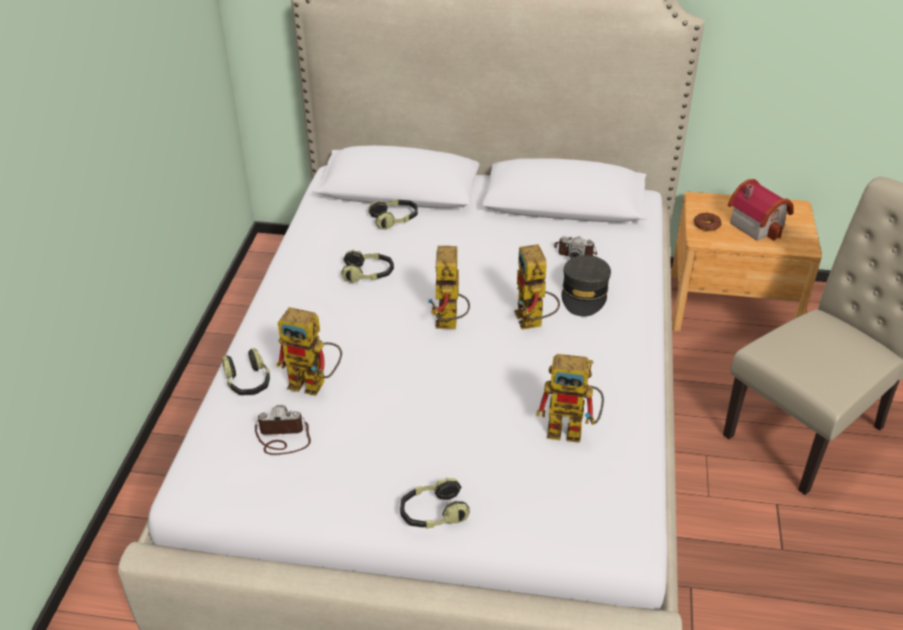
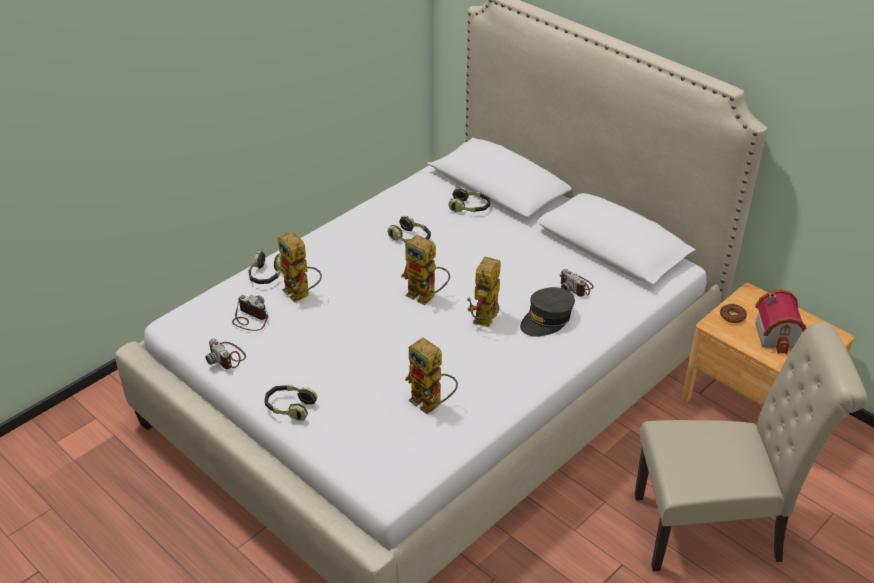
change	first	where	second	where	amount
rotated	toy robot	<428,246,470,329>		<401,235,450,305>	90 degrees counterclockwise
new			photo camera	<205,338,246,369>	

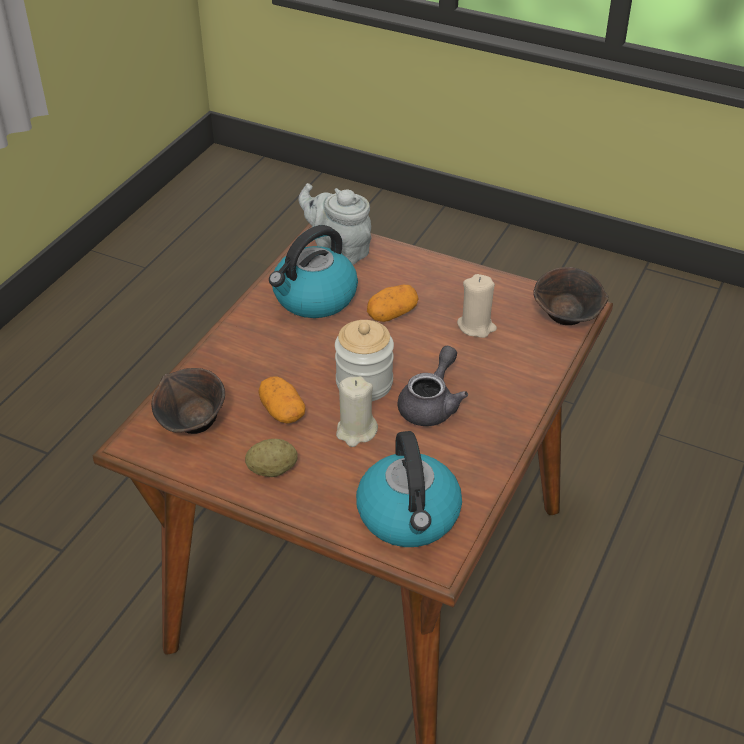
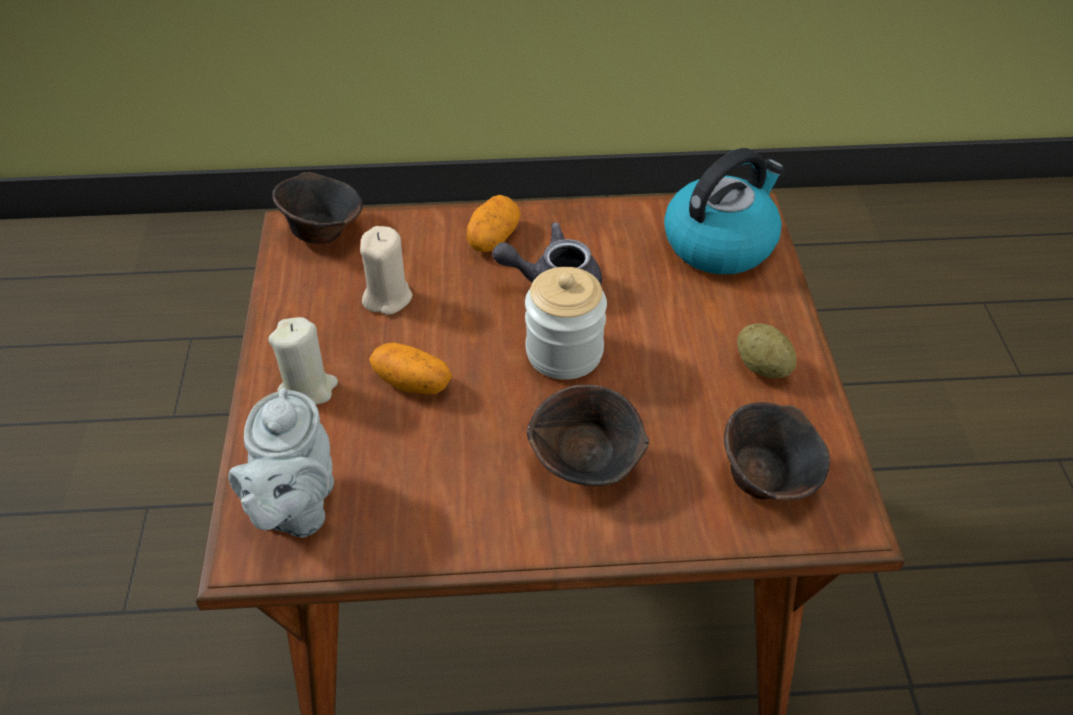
change	first	where	second	where	amount
shifted	potato	<258,376,305,424>		<467,195,521,252>	
gone	kettle	<269,225,358,318>			
shifted	beige candle	<336,376,378,447>		<268,317,338,405>	
new			brown bowl	<527,385,649,486>	

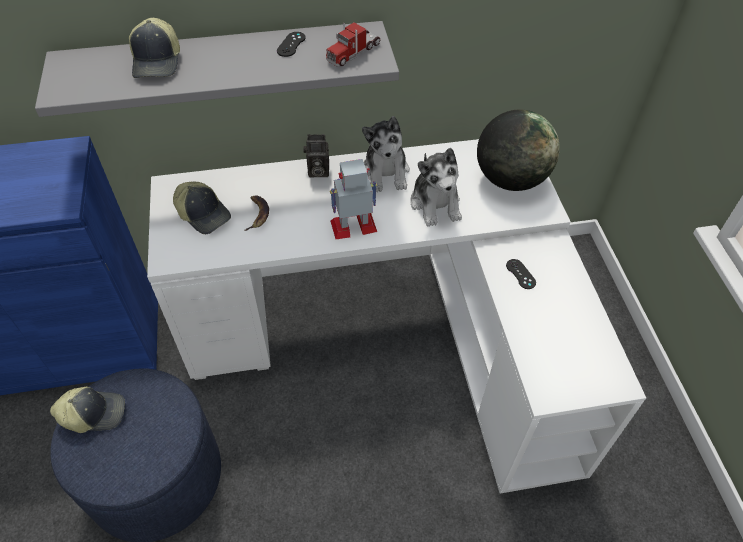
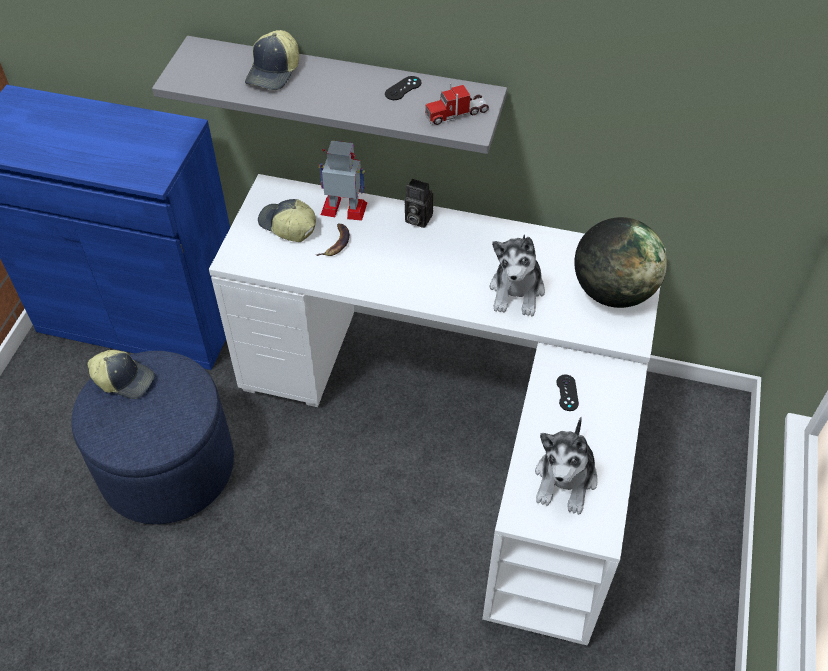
change	first	where	second	where	amount
rotated	cap	<173,182,231,234>		<258,199,316,242>	150 degrees clockwise
shifted	toy robot	<330,159,377,239>		<318,140,367,221>	
shifted	plush toy	<362,116,410,192>		<535,417,598,515>	

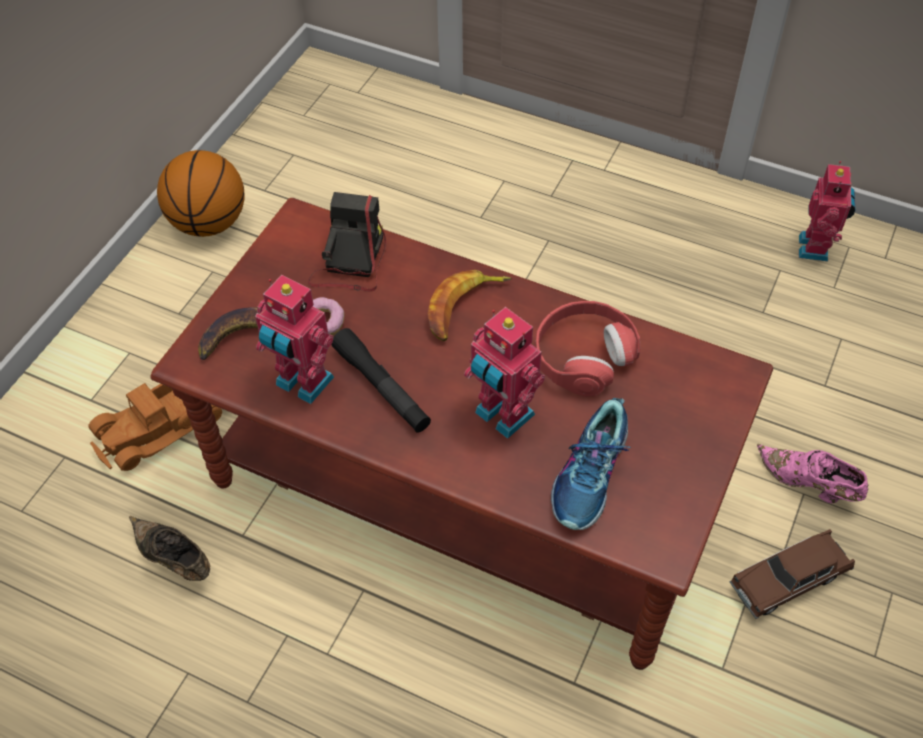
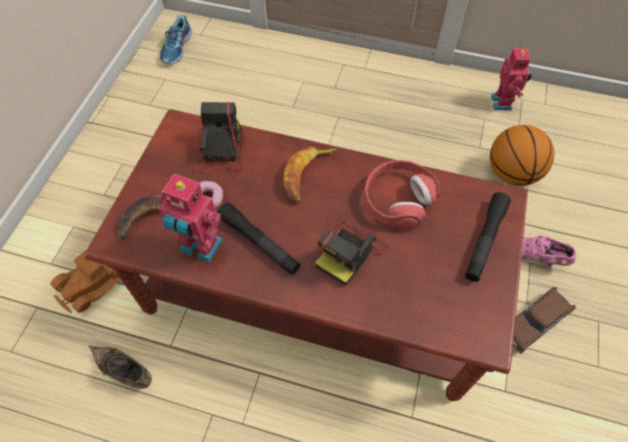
change	first	where	second	where	amount
shifted	basketball	<157,150,245,237>		<490,125,555,186>	
swapped	toy robot	<464,307,545,439>	photo camera	<315,222,389,286>	
shifted	shoe	<551,398,631,530>		<160,15,192,64>	
new			black flashlight	<465,192,511,282>	

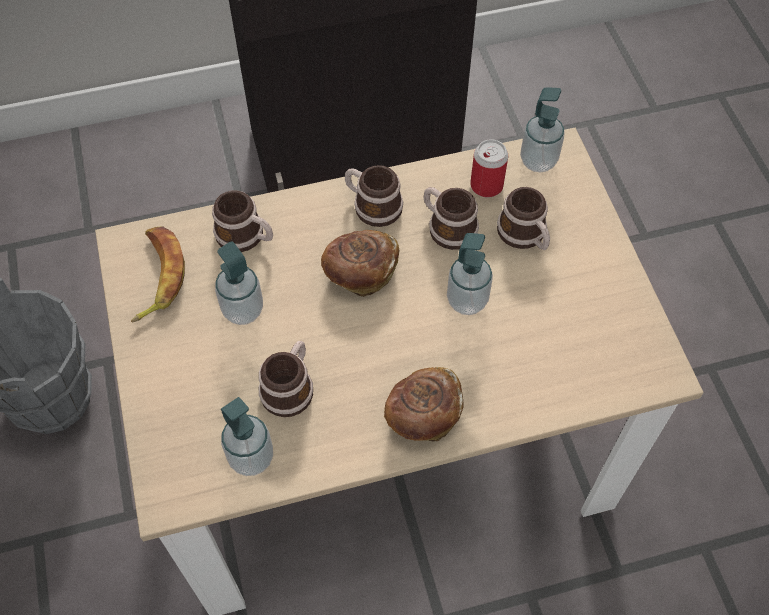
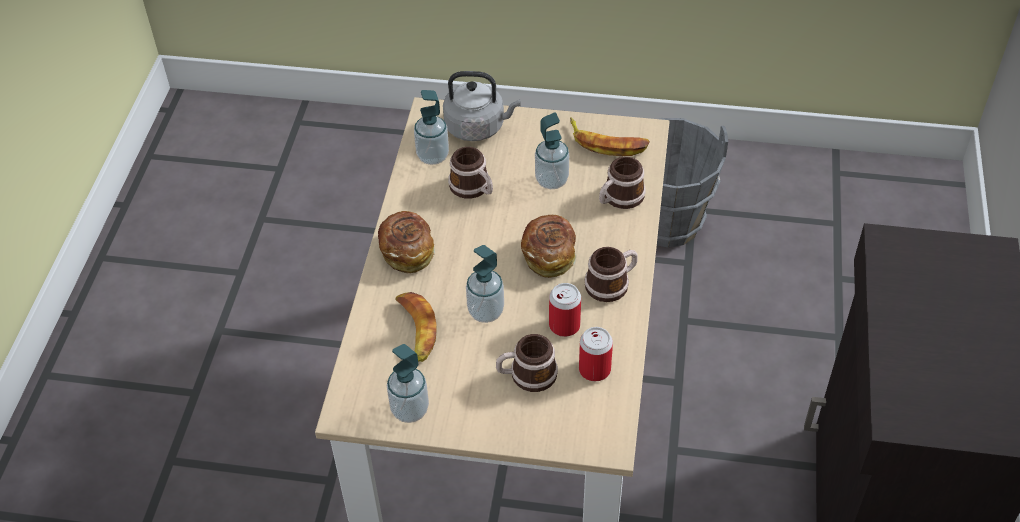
change	first	where	second	where	amount
swapped	mug	<424,187,479,250>	can	<549,283,581,337>	
shifted	soap dispenser	<520,87,565,172>		<387,344,429,423>	
new			banana	<396,292,437,362>	
new			grey kettle	<443,71,521,141>	

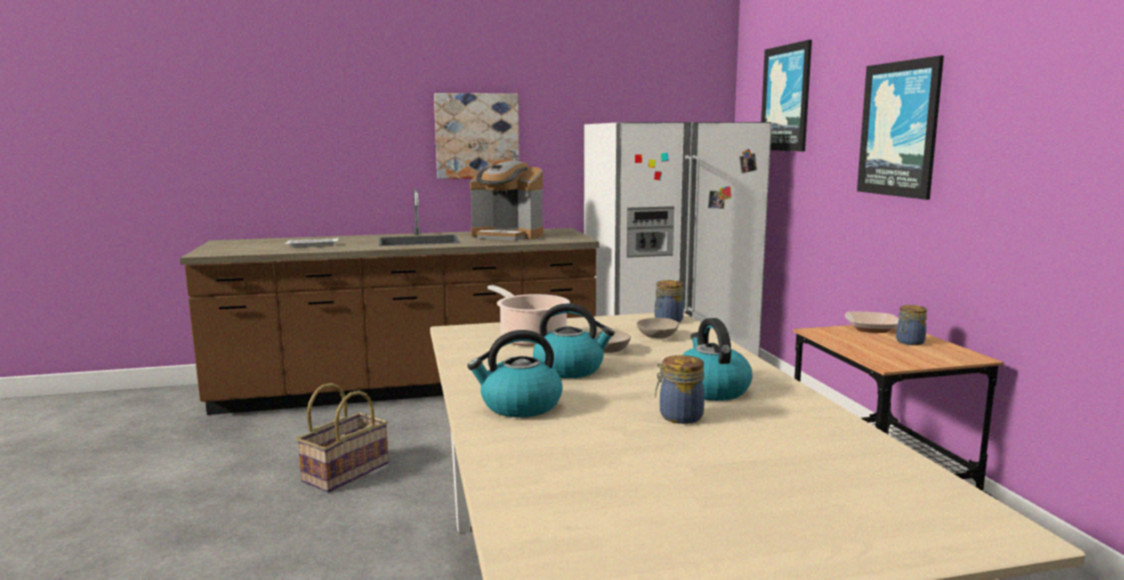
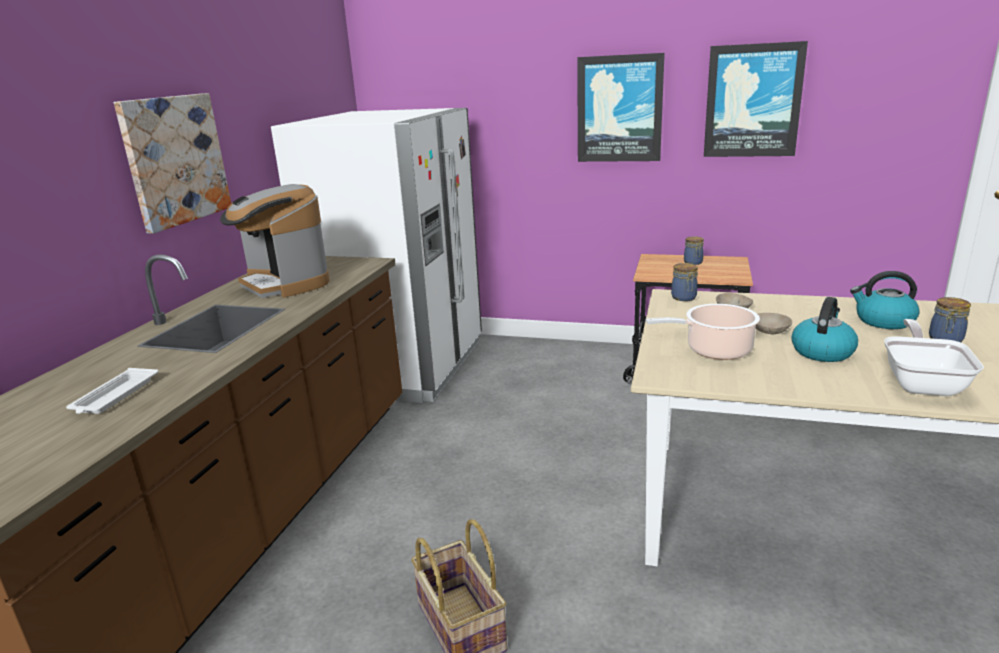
change	first	where	second	where	amount
swapped	kettle	<467,330,563,417>	frying pan	<884,319,984,396>	
rotated	coffee machine	<470,161,543,240>		<220,184,330,298>	90 degrees clockwise
shifted	picture	<761,40,812,152>		<704,41,808,157>	
gone	bowl	<845,312,899,333>			

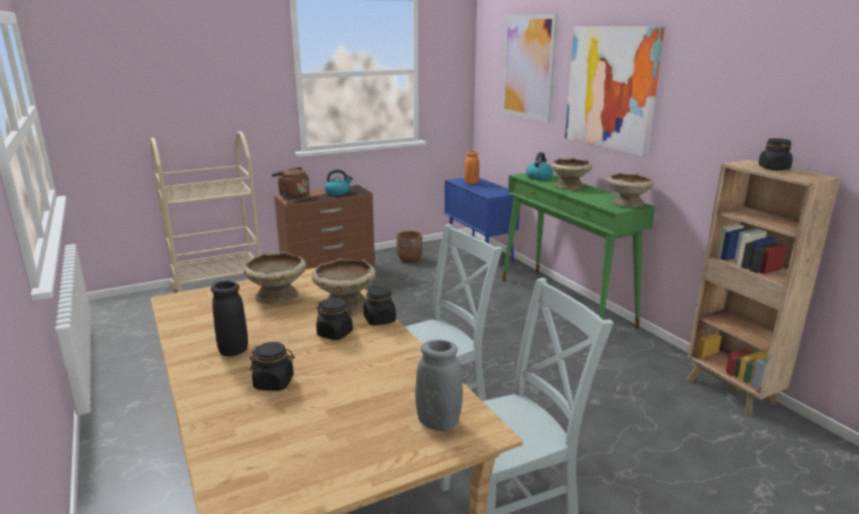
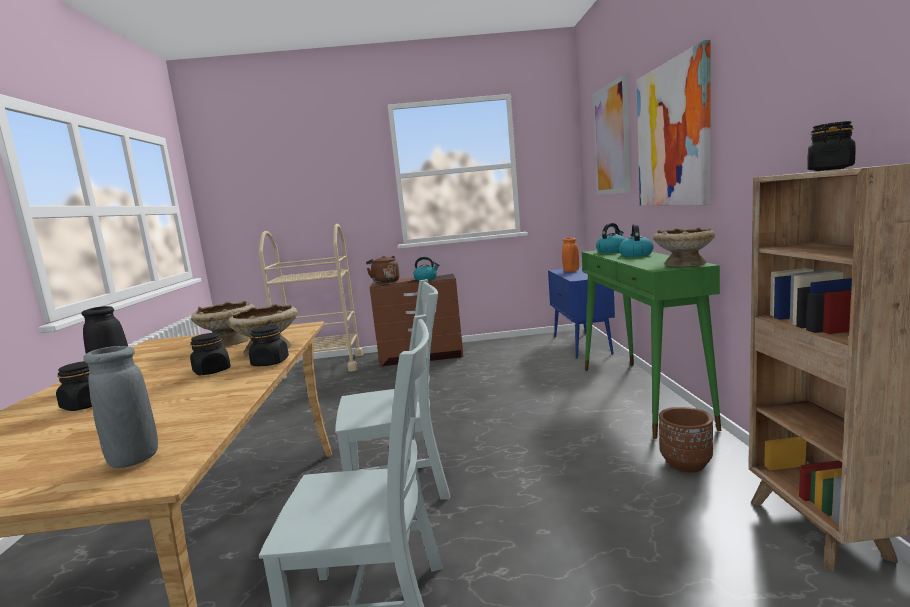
change	first	where	second	where	amount
shifted	brown planter	<397,231,422,263>		<659,407,713,472>	
swapped	beige bowl	<550,158,592,189>	kettle	<619,224,653,257>	

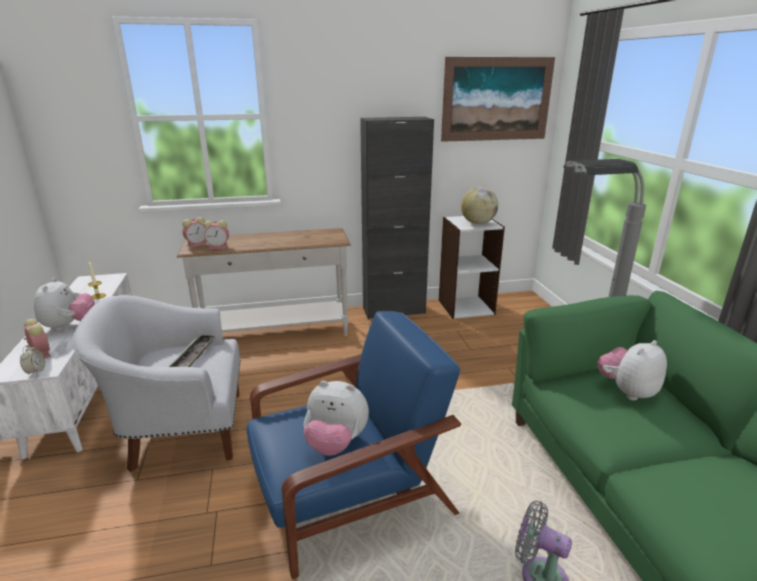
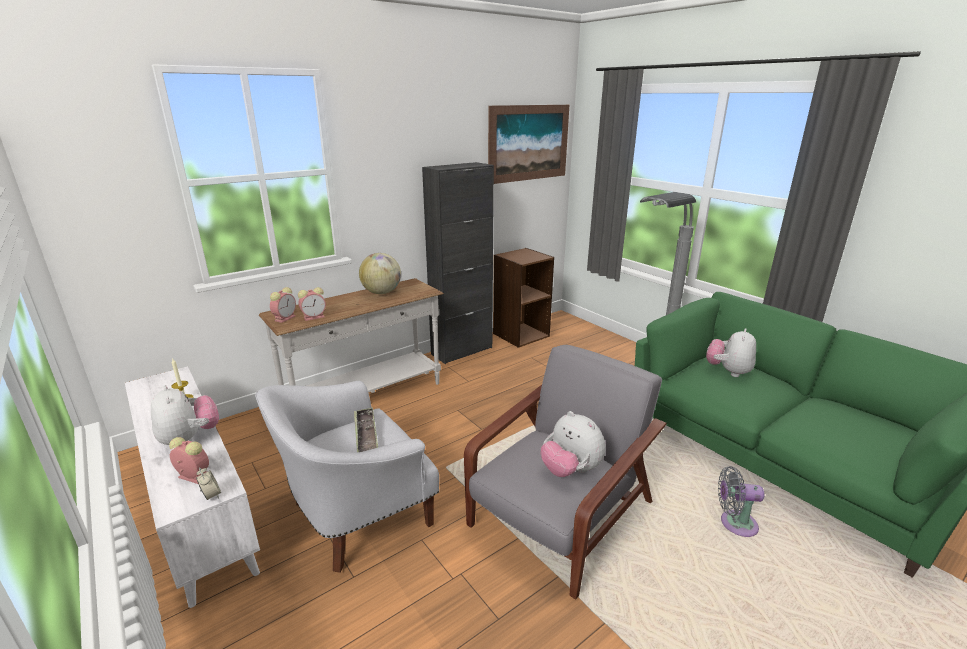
change	first	where	second	where	amount
repainted	blue armchair	<247,311,461,579>	grey armchair	<464,345,667,600>	
rotated	plush toy	<304,381,369,456>		<541,411,606,477>	60 degrees clockwise
repainted	white bookcase	<439,216,505,319>	brown bookcase	<493,248,554,348>	
shifted	globe	<461,187,498,224>		<359,253,401,294>	

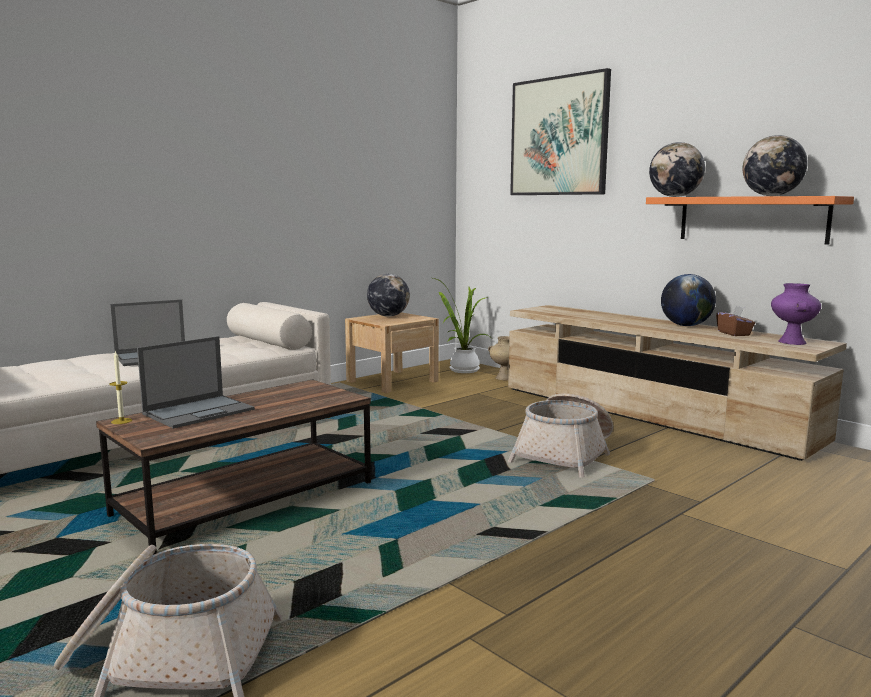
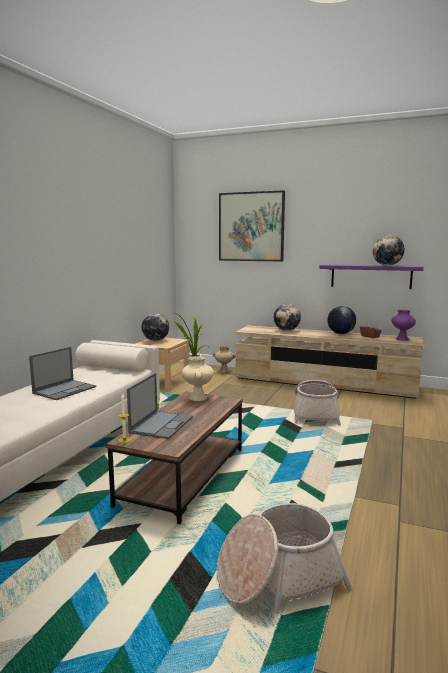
change	first	where	second	where	amount
repainted	orange shelf	<646,196,854,245>	purple shelf	<319,264,424,289>	
shifted	globe	<649,142,705,197>		<274,304,301,331>	
new			beige vase	<182,356,214,401>	

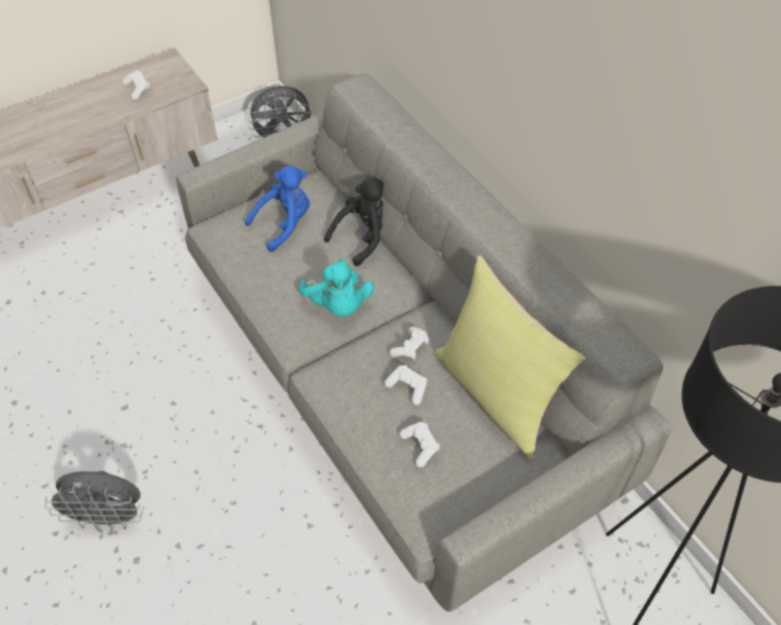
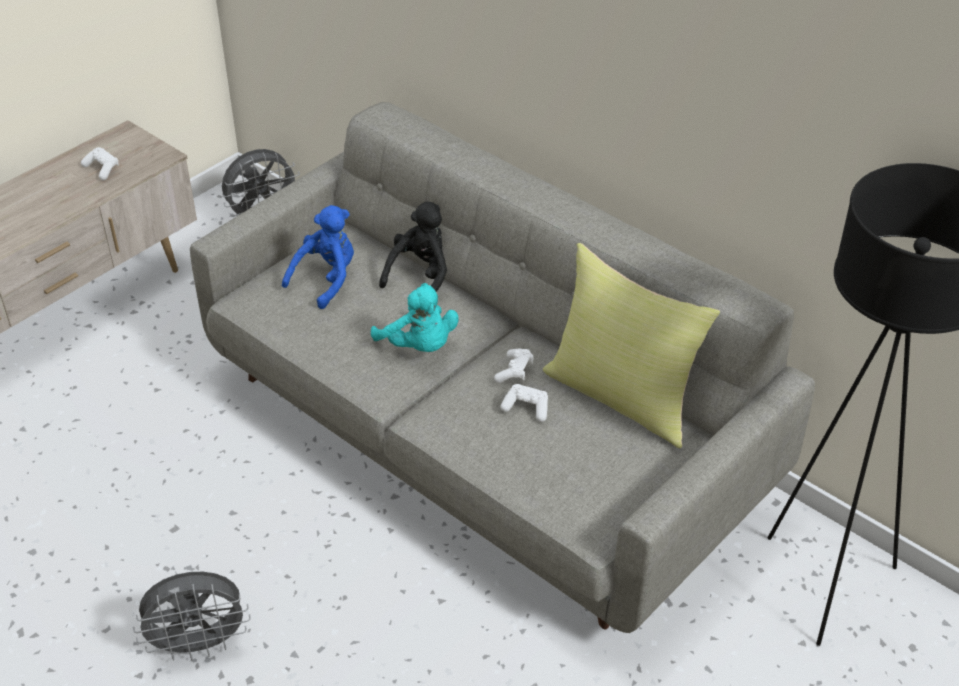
change	first	where	second	where	amount
gone	white game controller	<399,422,440,468>			

